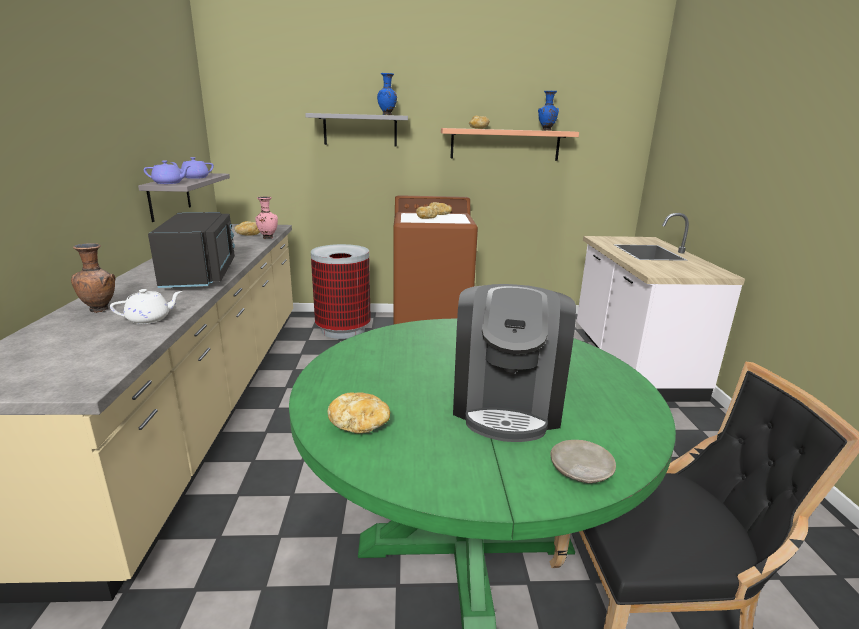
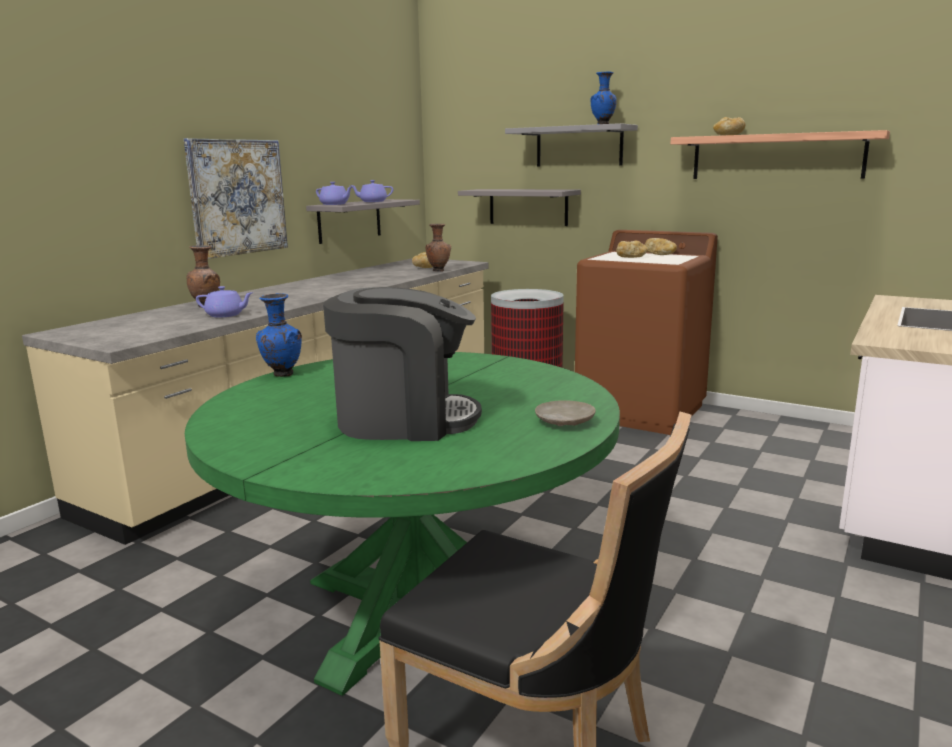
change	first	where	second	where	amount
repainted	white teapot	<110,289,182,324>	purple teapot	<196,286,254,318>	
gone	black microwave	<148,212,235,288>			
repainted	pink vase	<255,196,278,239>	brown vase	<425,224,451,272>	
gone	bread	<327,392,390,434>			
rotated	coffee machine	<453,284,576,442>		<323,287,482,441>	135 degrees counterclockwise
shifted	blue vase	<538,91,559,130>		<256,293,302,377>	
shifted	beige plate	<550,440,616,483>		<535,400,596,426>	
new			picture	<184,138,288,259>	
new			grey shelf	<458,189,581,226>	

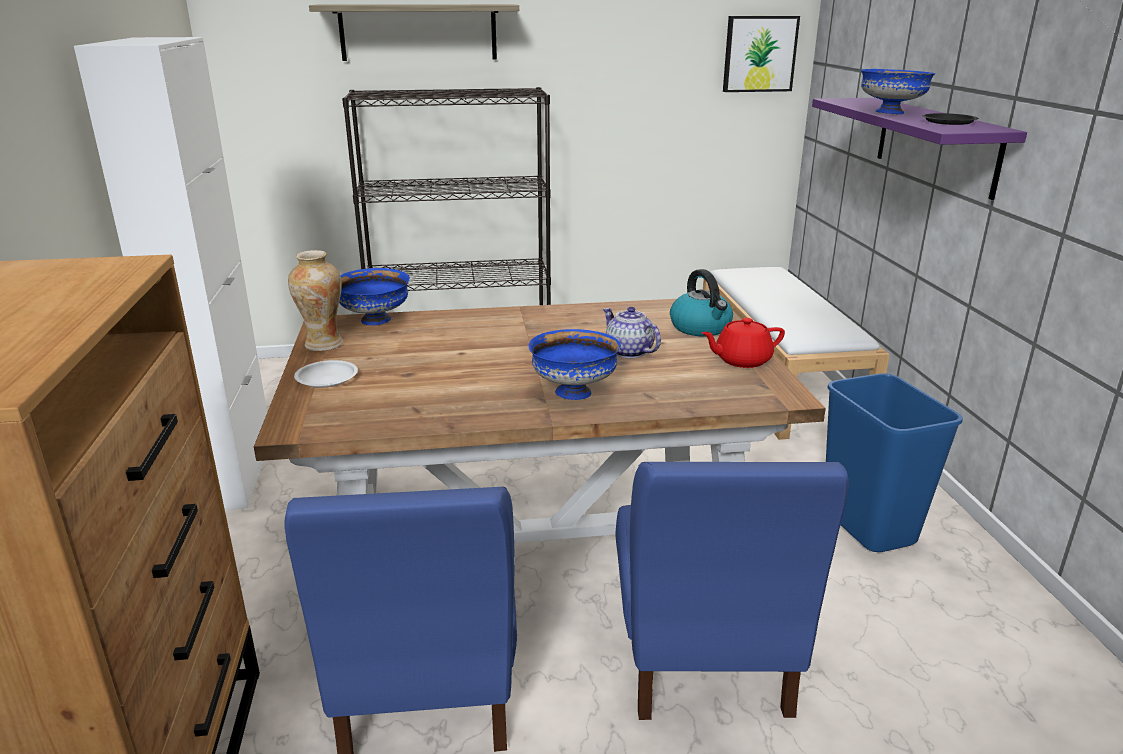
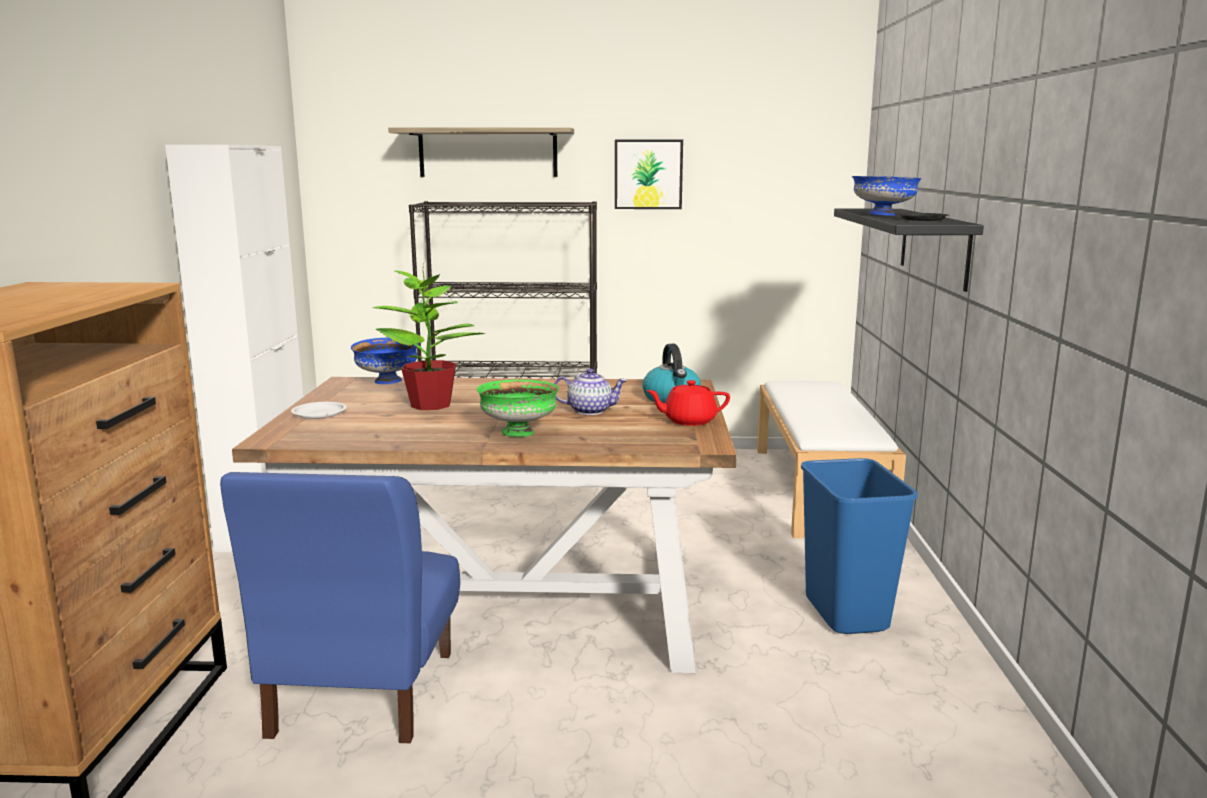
change	first	where	second	where	amount
gone	vase	<288,250,343,351>			
repainted	blue bowl	<528,329,621,400>	green bowl	<476,380,559,437>	
rotated	teapot	<603,307,661,358>		<554,368,627,415>	120 degrees clockwise
gone	blue chair	<616,462,849,720>			
shifted	picture	<723,16,800,92>		<615,140,683,209>	
repainted	purple shelf	<812,98,1027,200>	black shelf	<834,209,984,292>	
new			potted plant	<373,262,485,410>	

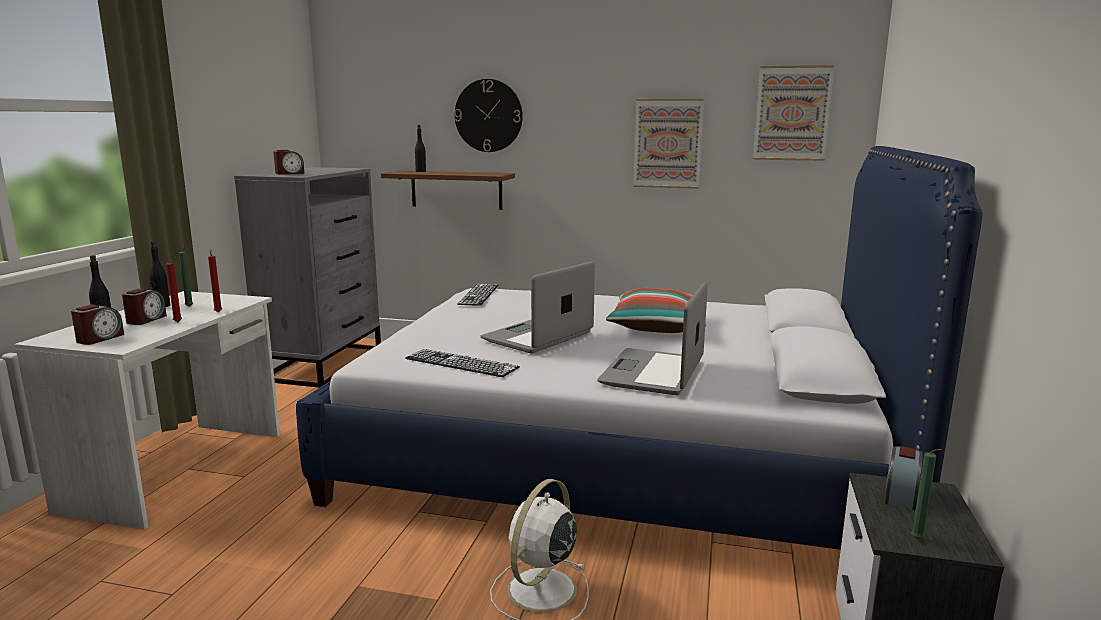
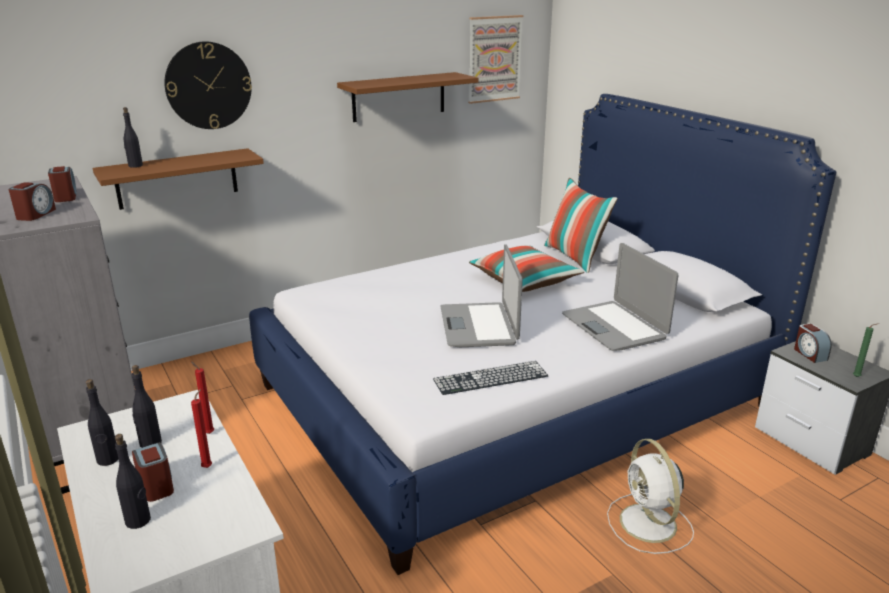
change	first	where	second	where	amount
shifted	alarm clock	<71,305,124,345>		<48,166,77,202>	
swapped	green candle	<179,247,193,307>	black bottle	<132,365,162,448>	
gone	keyboard	<457,284,498,306>			
swapped	picture	<633,99,704,189>	brown shelf	<337,72,479,122>	
new			pillow	<544,178,618,273>	

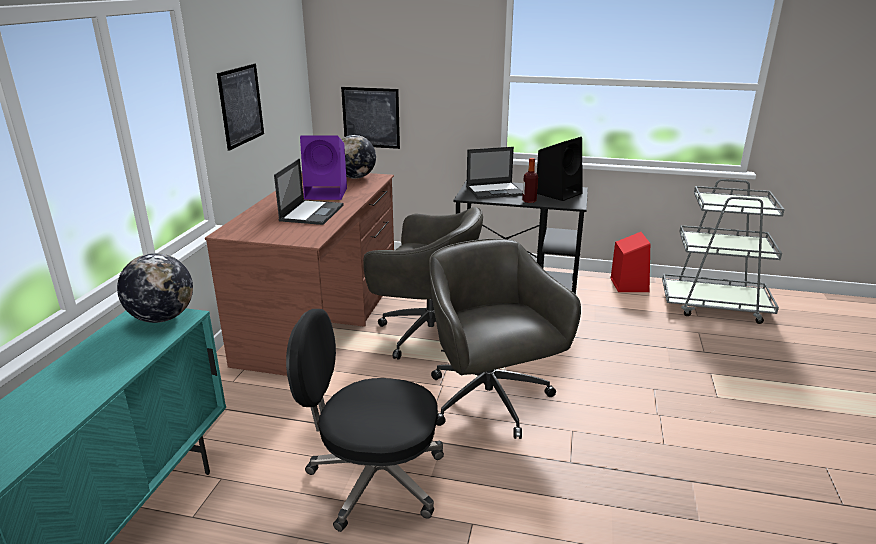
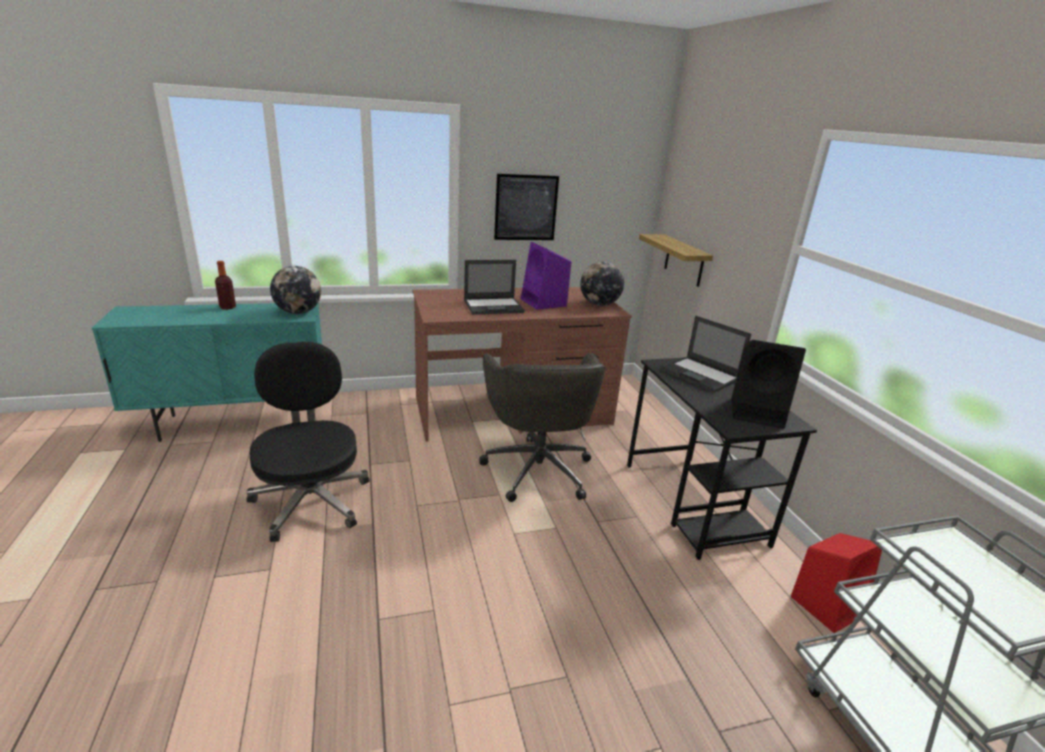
change	first	where	second	where	amount
swapped	picture	<341,87,400,149>	shelf	<639,234,713,287>	
gone	grey office chair	<429,238,581,439>			
shifted	bottle	<522,158,538,203>		<215,261,236,310>	

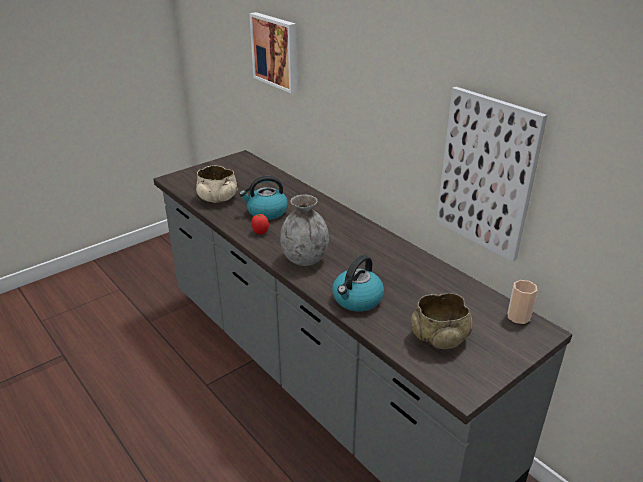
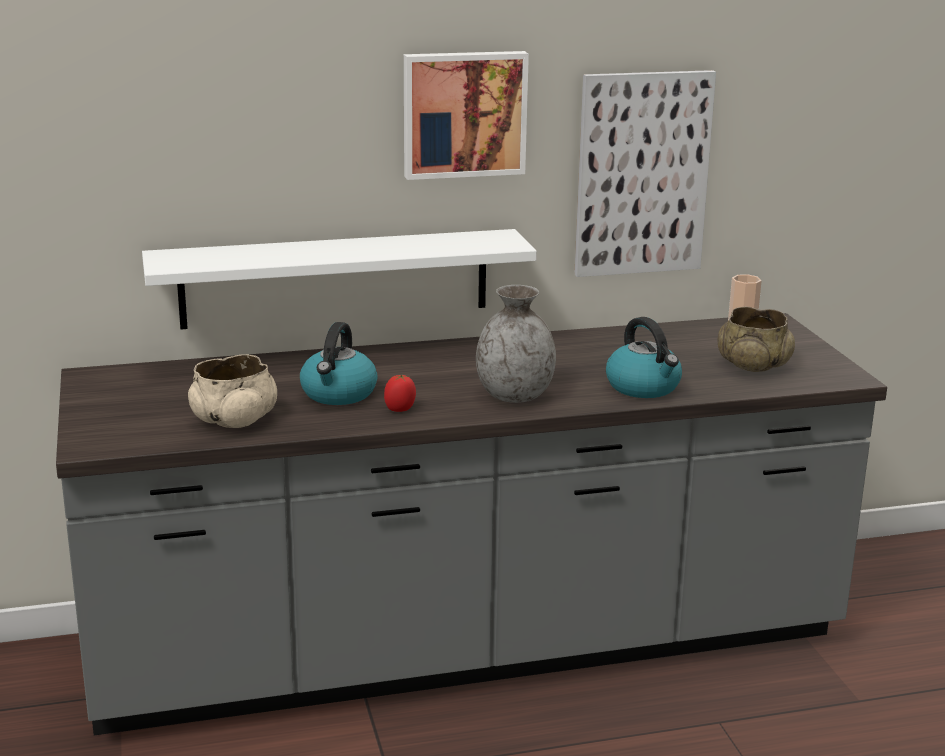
change	first	where	second	where	amount
shifted	picture	<249,12,298,93>		<404,51,529,180>	
new			white shelf	<142,229,537,329>	

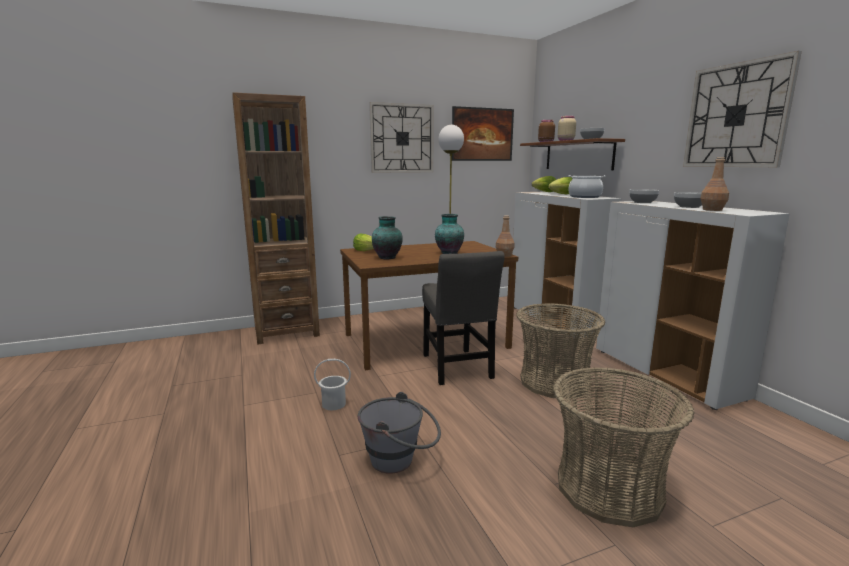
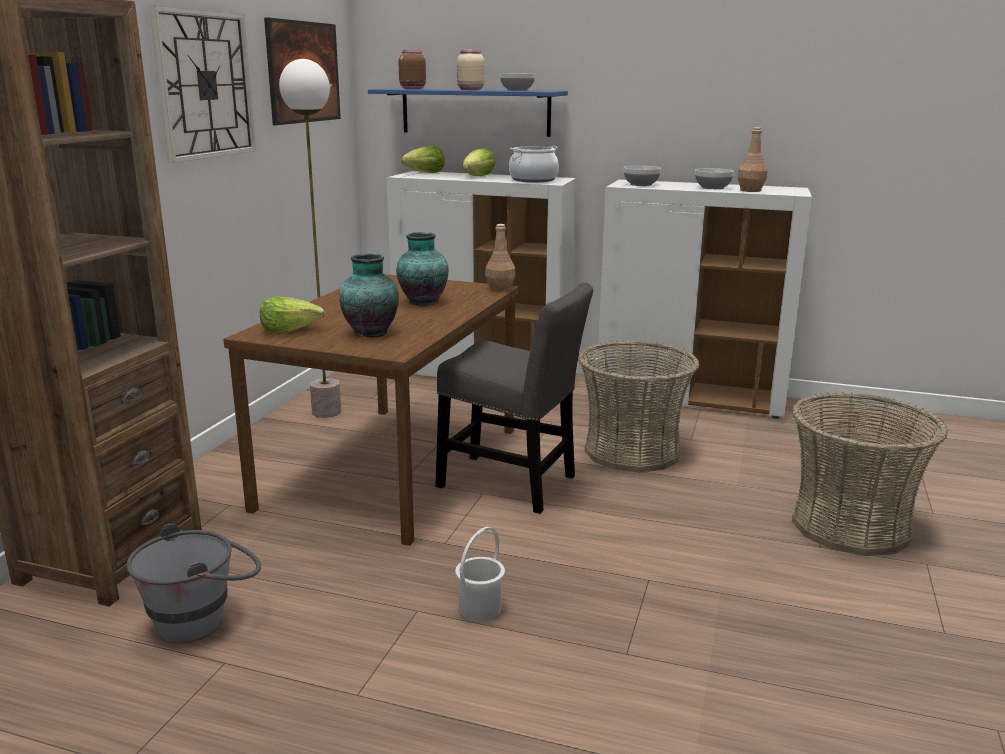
change	first	where	second	where	amount
shifted	grey bucket	<357,392,441,474>		<126,523,261,643>	
repainted	brown shelf	<520,138,625,170>	blue shelf	<368,89,568,137>	
gone	wall clock	<683,51,802,167>			

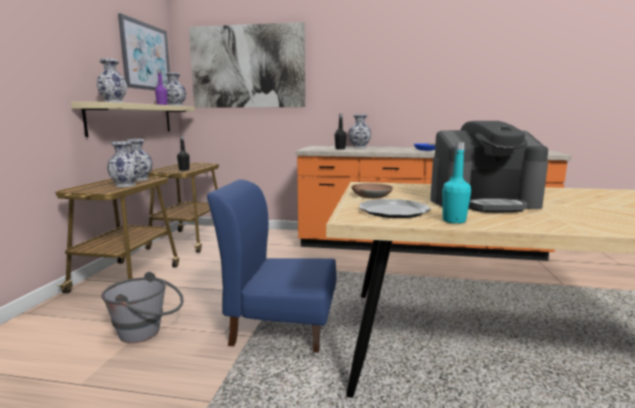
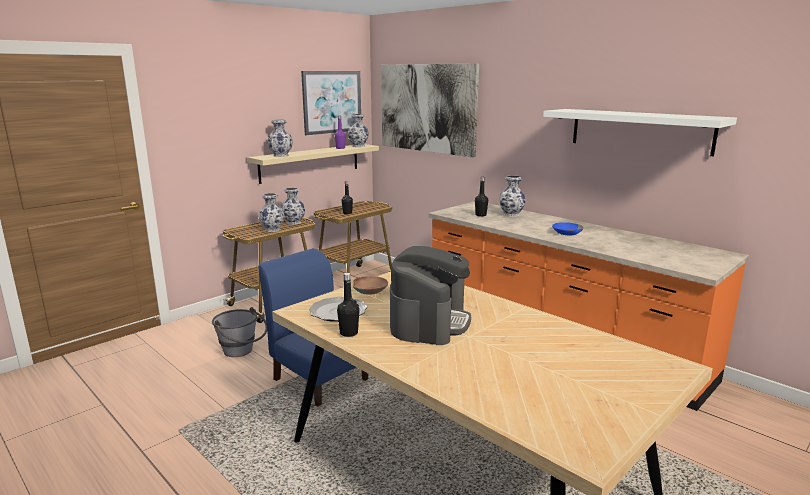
change	first	where	second	where	amount
rotated	coffee machine	<430,121,548,212>		<390,246,471,345>	105 degrees counterclockwise
repainted	turquoise bottle	<442,142,471,224>	black bottle	<337,273,359,337>	
new			white shelf	<543,109,737,156>	

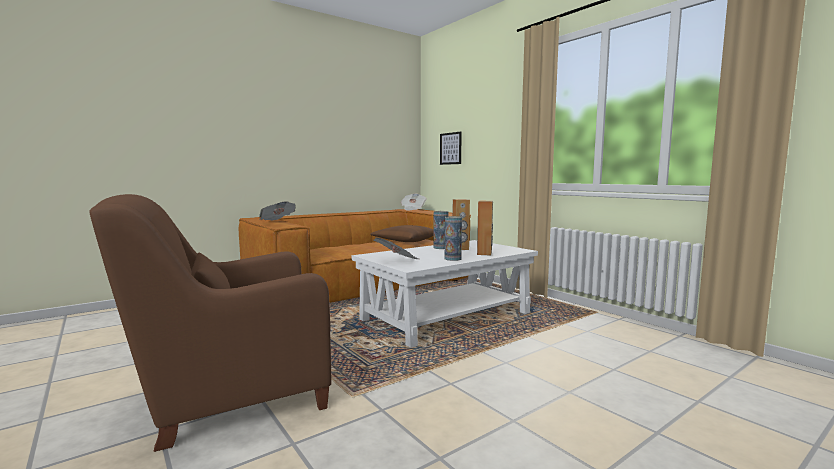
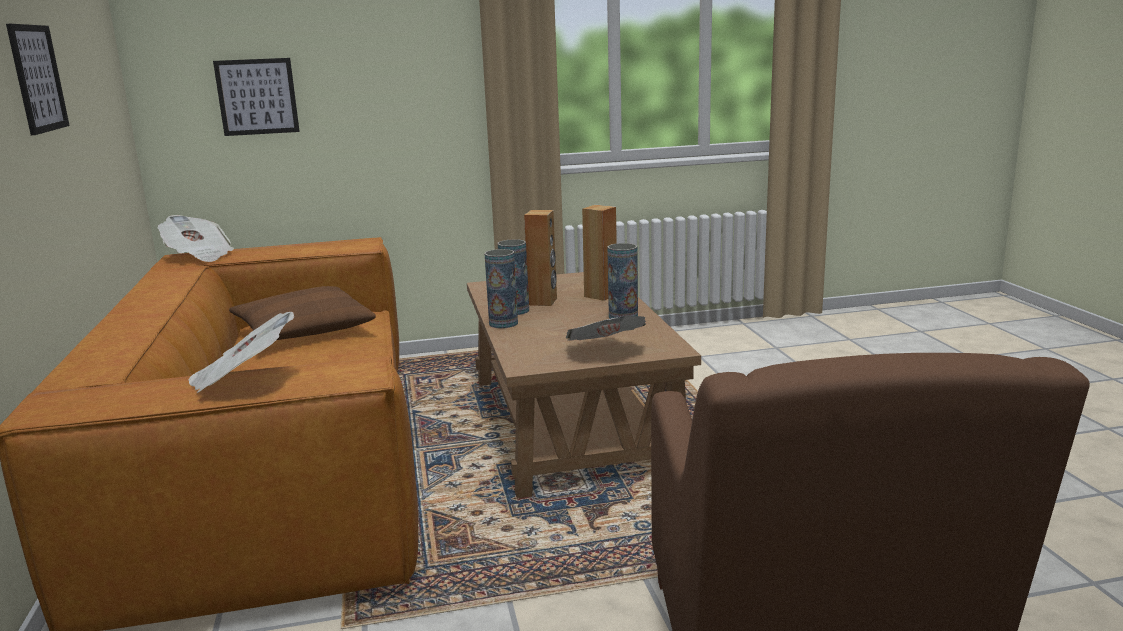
change	first	where	second	where	amount
repainted	white coffee table	<352,240,538,348>	brown coffee table	<467,272,701,499>	
new			picture	<6,24,70,135>	
new			vase	<485,249,518,328>	

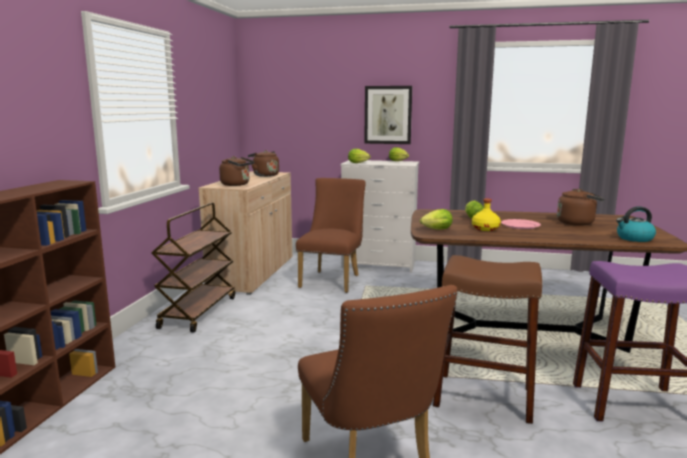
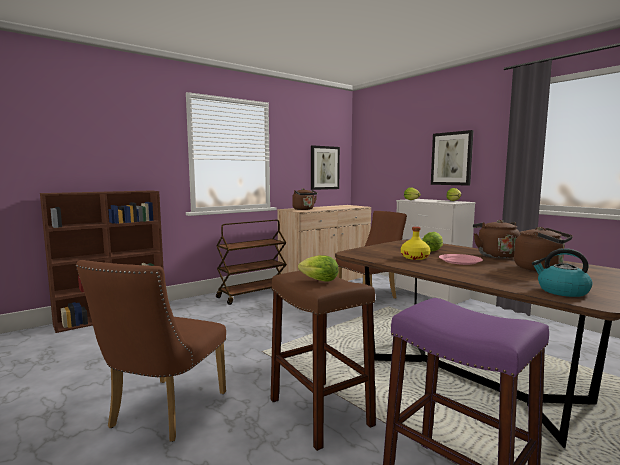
change	first	where	second	where	amount
shifted	brown kettle	<248,150,279,177>		<473,220,520,258>	
shifted	lettuce	<420,209,453,230>		<298,255,339,282>	
new			picture	<311,145,340,190>	

